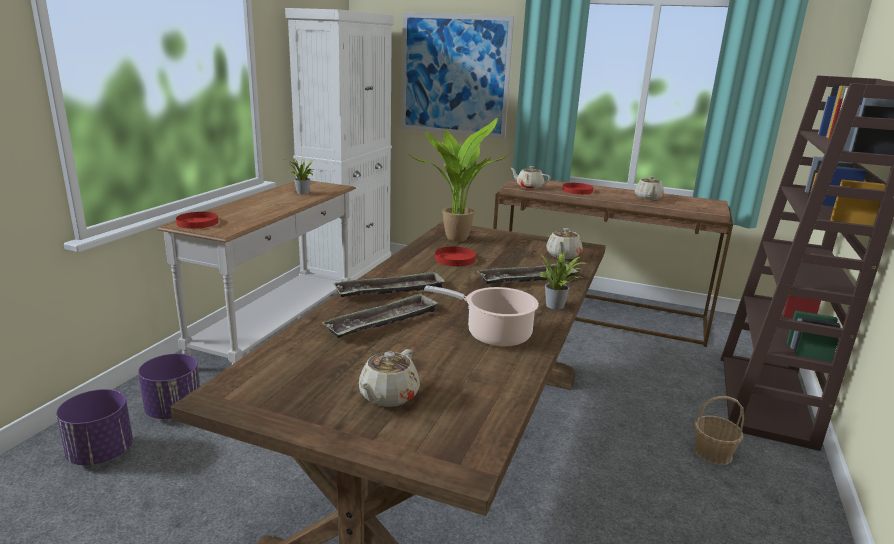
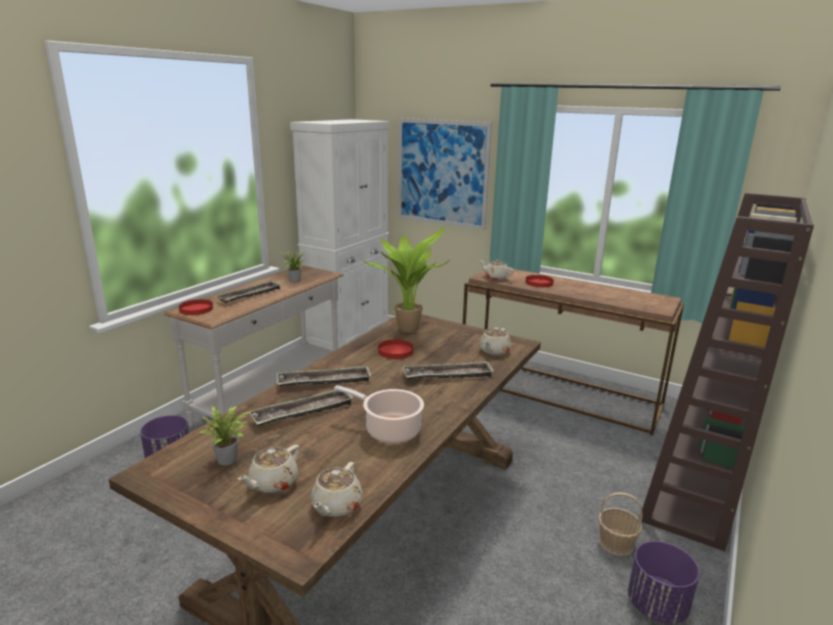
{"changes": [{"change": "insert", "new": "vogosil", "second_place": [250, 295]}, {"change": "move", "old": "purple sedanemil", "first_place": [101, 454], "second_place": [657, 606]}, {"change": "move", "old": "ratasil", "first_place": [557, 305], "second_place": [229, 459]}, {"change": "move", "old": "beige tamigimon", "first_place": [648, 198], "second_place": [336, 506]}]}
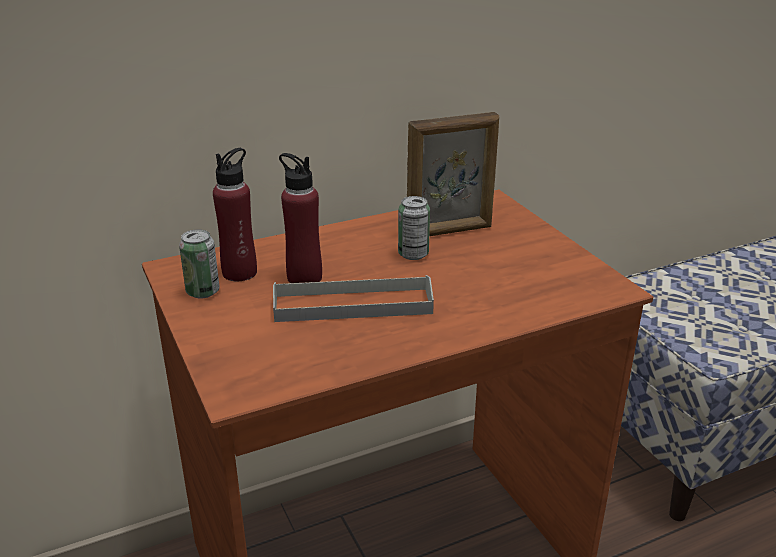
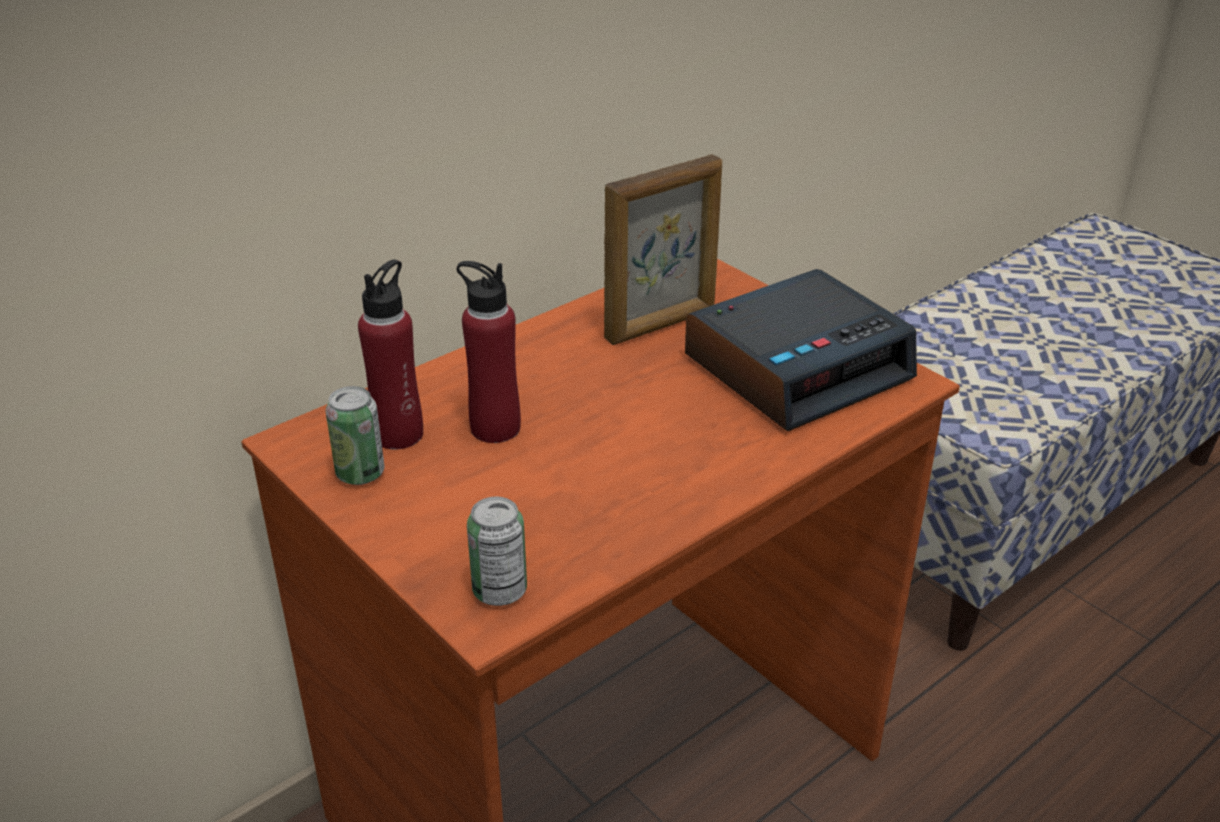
{"changes": [{"change": "delete", "old": "grey vogosil", "first_place": [353, 304]}, {"change": "insert", "new": "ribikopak", "second_place": [798, 367]}, {"change": "move", "old": "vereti", "first_place": [413, 254], "second_place": [499, 591]}]}
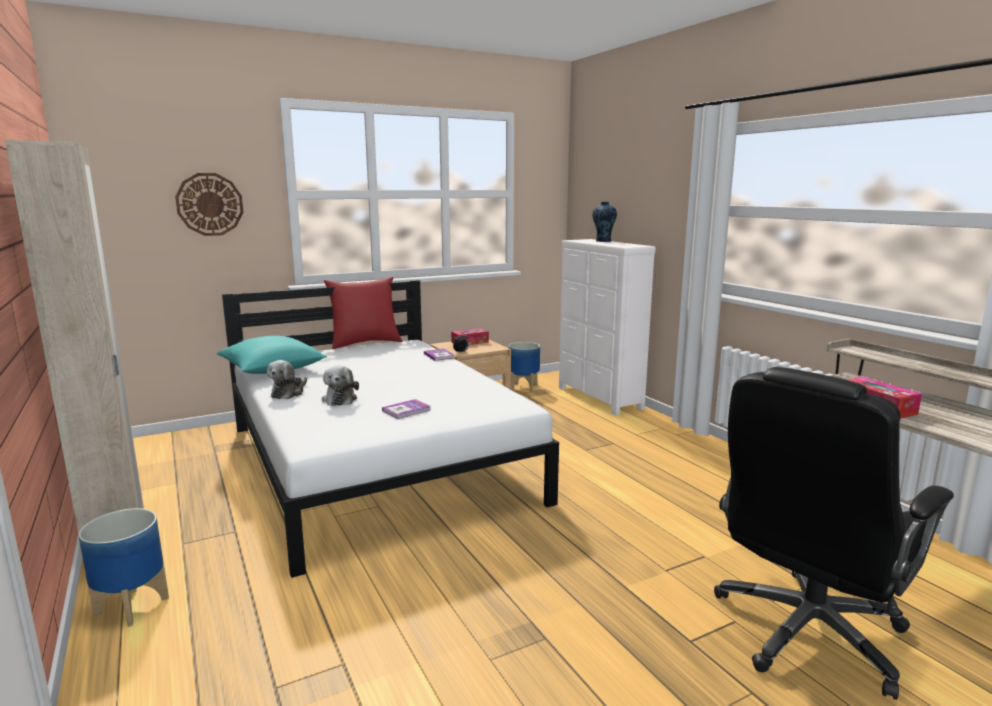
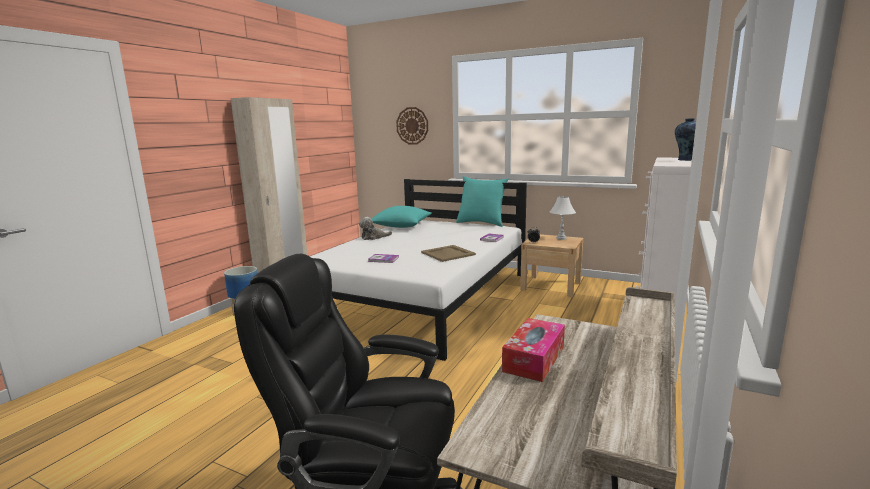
{"changes": [{"change": "delete", "old": "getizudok", "first_place": [340, 399]}, {"change": "delete", "old": "sedanemil", "first_place": [523, 387]}, {"change": "insert", "new": "beige vogosil", "second_place": [448, 253]}, {"change": "replace", "old": "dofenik", "new": "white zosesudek", "first_place": [470, 342], "second_place": [561, 238]}, {"change": "recolor", "old": "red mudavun", "new": "turquoise mudavun", "first_place": [365, 343], "second_place": [481, 223]}]}
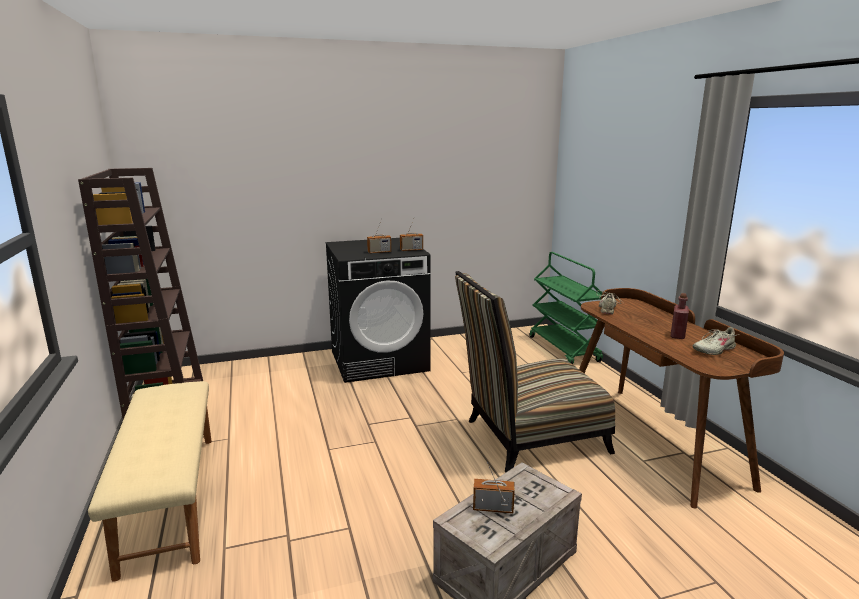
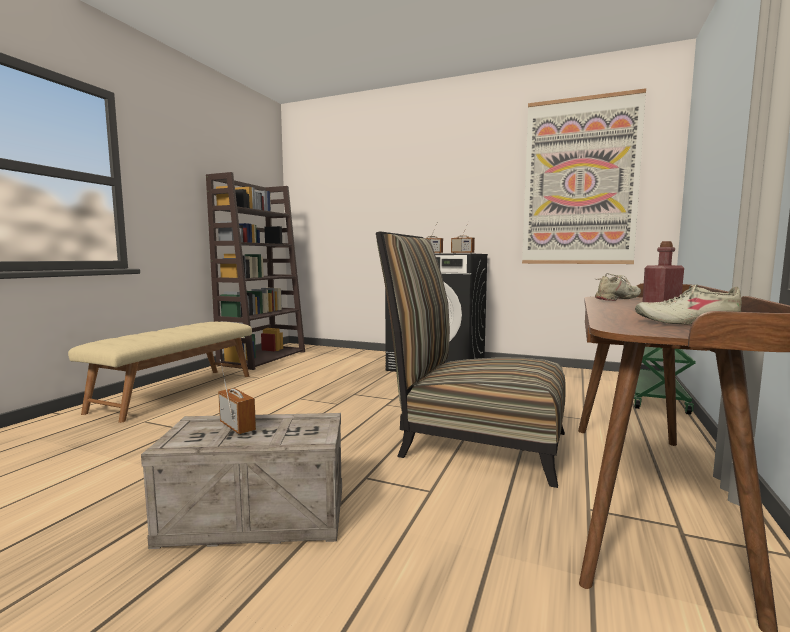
{"changes": [{"change": "insert", "new": "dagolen", "second_place": [579, 182]}]}
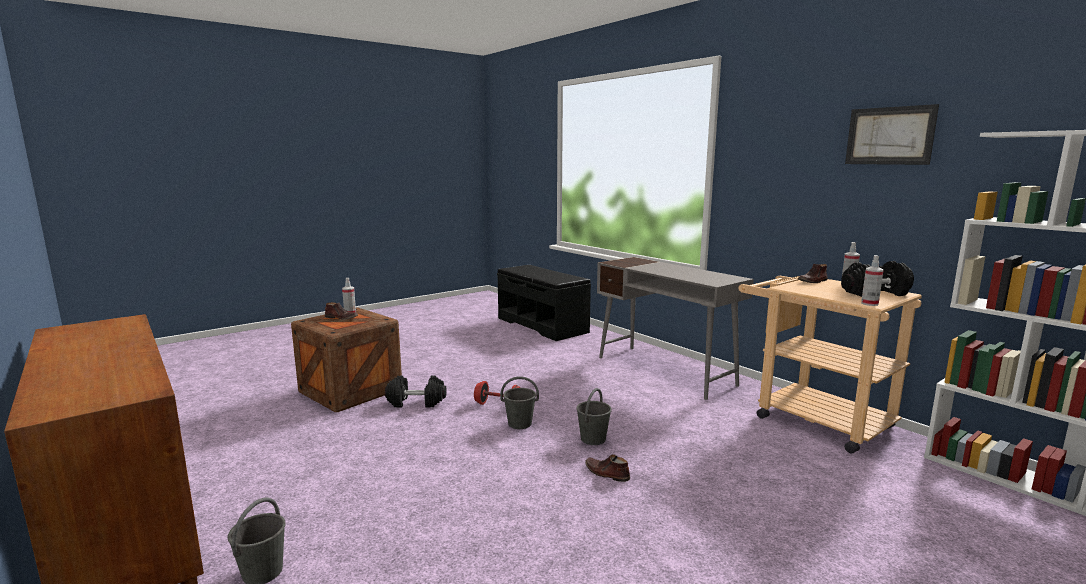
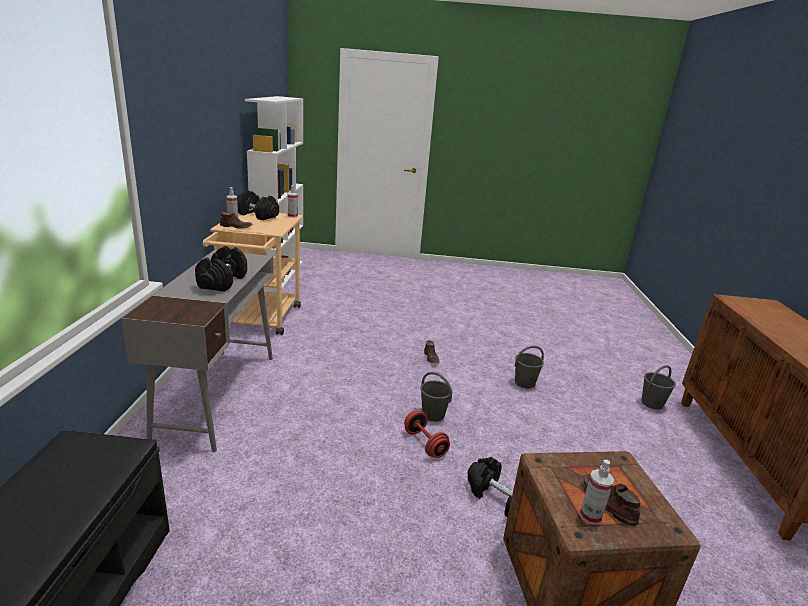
{"changes": [{"change": "delete", "old": "dagolen", "first_place": [889, 136]}, {"change": "insert", "new": "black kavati", "second_place": [222, 281]}, {"change": "move", "old": "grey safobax", "first_place": [593, 439], "second_place": [525, 383]}]}
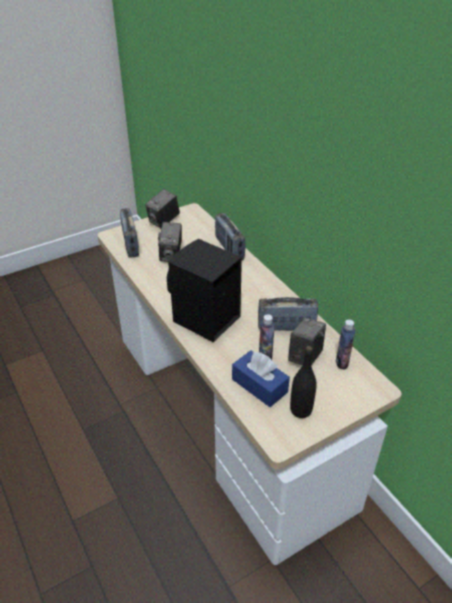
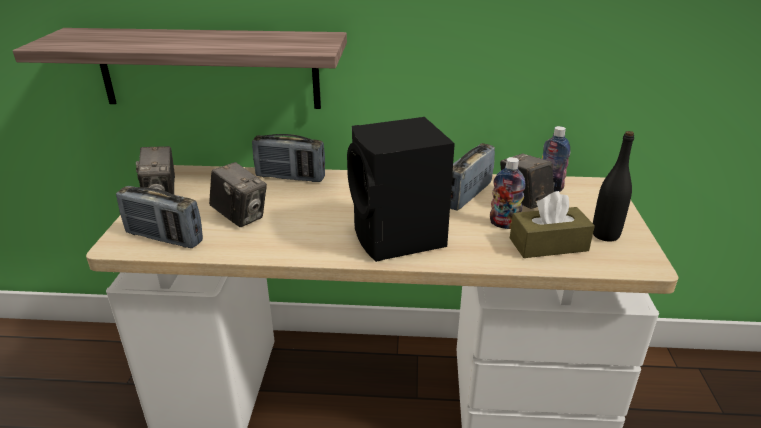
{"changes": [{"change": "insert", "new": "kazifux", "second_place": [209, 68]}, {"change": "recolor", "old": "blue dofenik", "new": "brown dofenik", "first_place": [259, 385], "second_place": [548, 244]}]}
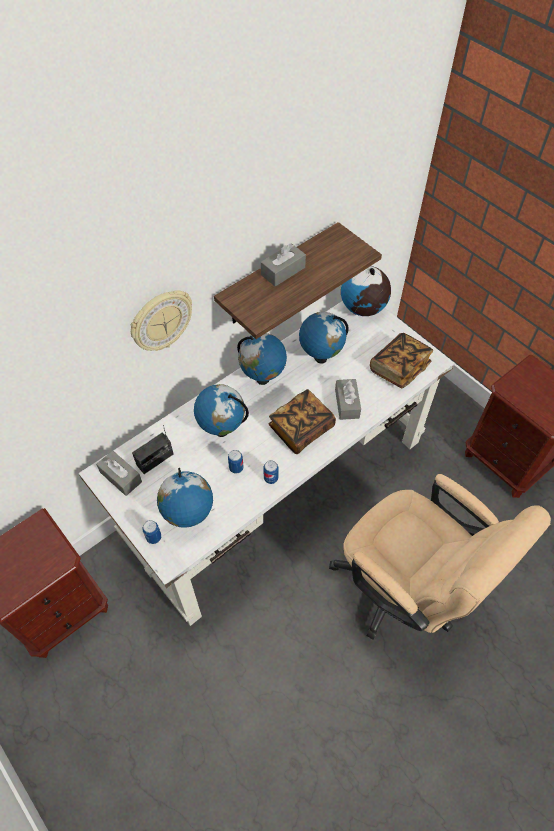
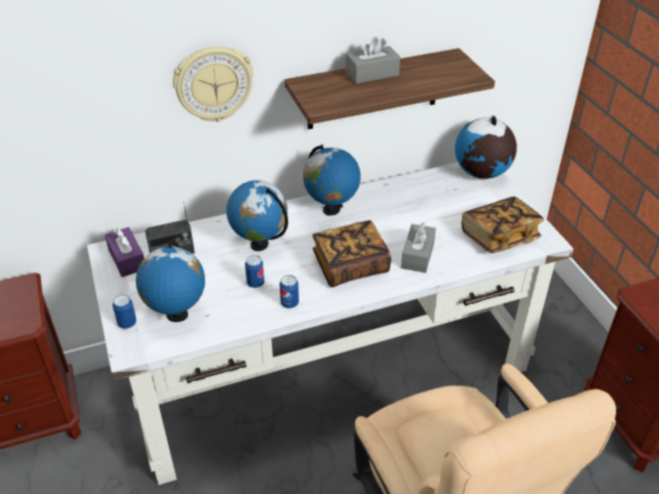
{"changes": [{"change": "delete", "old": "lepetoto", "first_place": [320, 357]}, {"change": "recolor", "old": "grey dofenik", "new": "purple dofenik", "first_place": [121, 477], "second_place": [127, 259]}]}
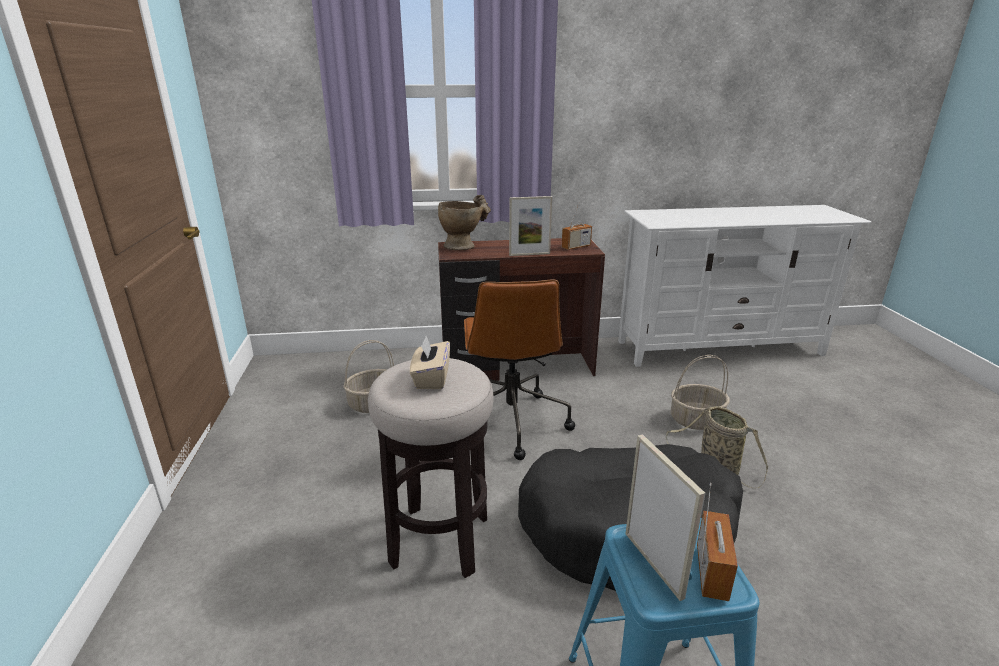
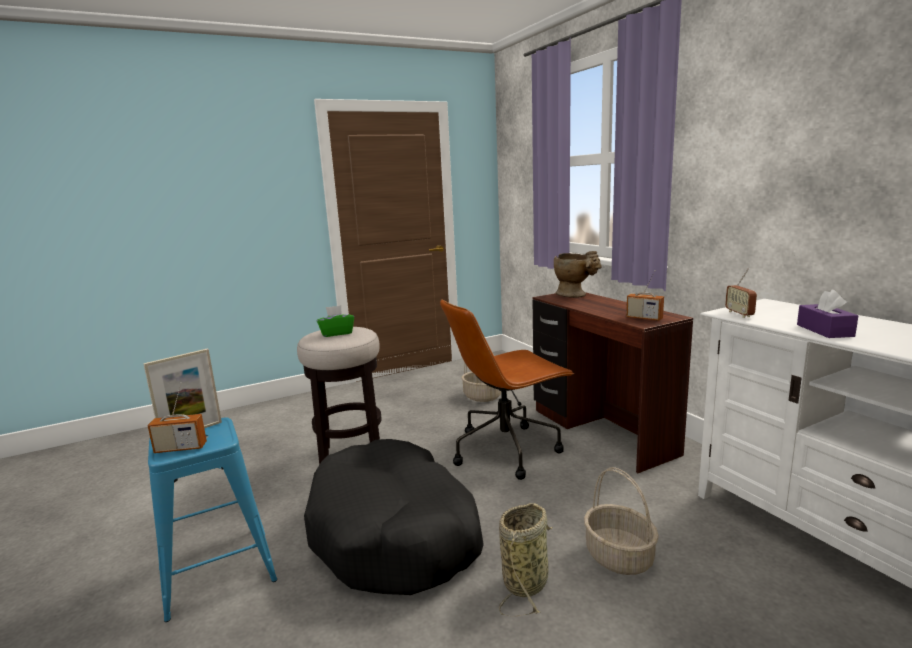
{"changes": [{"change": "delete", "old": "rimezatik", "first_place": [529, 254]}, {"change": "insert", "new": "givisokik", "second_place": [739, 314]}, {"change": "insert", "new": "purple dofenik", "second_place": [824, 330]}, {"change": "recolor", "old": "beige dofenik", "new": "green dofenik", "first_place": [431, 378], "second_place": [336, 333]}]}
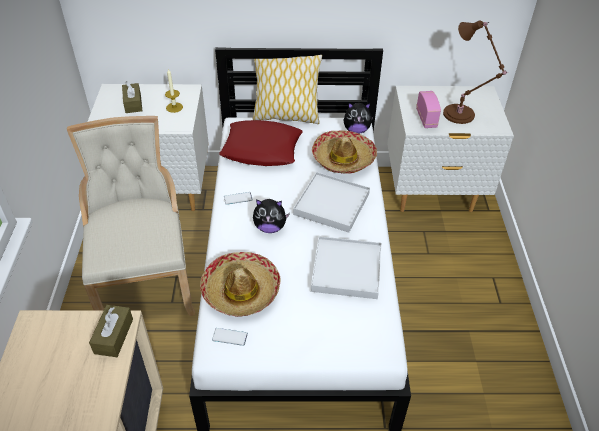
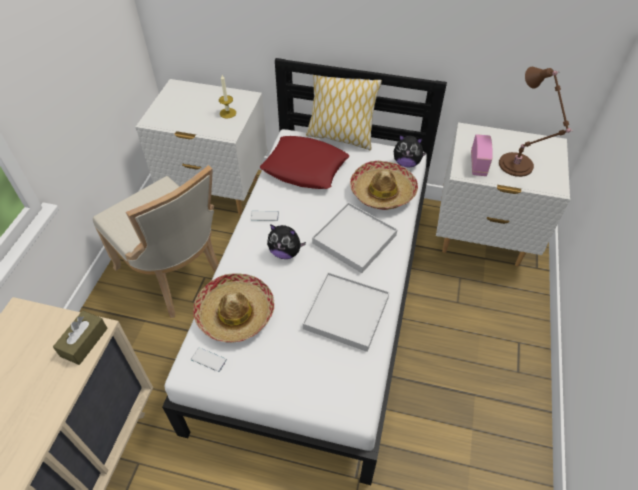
{"changes": [{"change": "delete", "old": "brown dofenik", "first_place": [133, 103]}, {"change": "rotate", "old": "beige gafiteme", "first_place": [145, 280], "second_place": [176, 274], "degrees": 135}]}
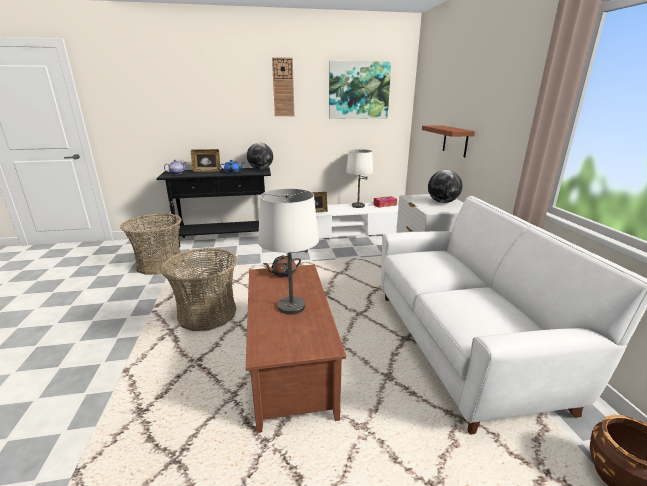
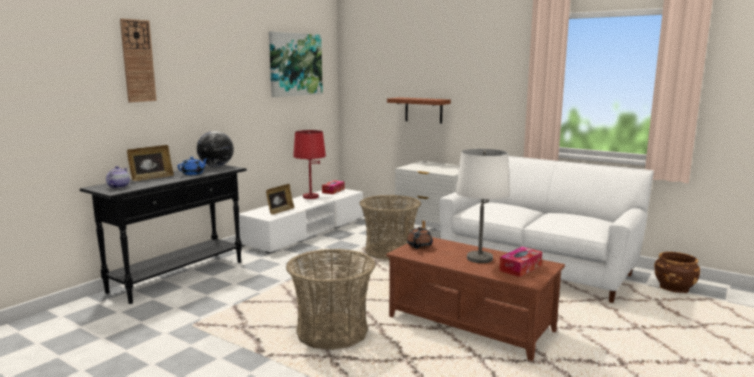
{"changes": [{"change": "delete", "old": "lepetoto", "first_place": [442, 202]}, {"change": "insert", "new": "dofenik", "second_place": [520, 268]}, {"change": "move", "old": "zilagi", "first_place": [160, 264], "second_place": [389, 251]}, {"change": "move", "old": "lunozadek", "first_place": [283, 87], "second_place": [138, 61]}, {"change": "recolor", "old": "white zosesudek", "new": "red zosesudek", "first_place": [358, 206], "second_place": [310, 197]}]}
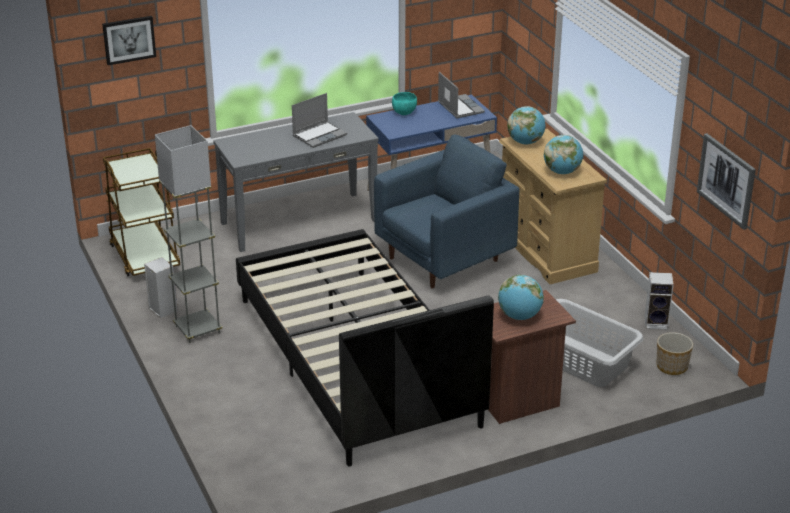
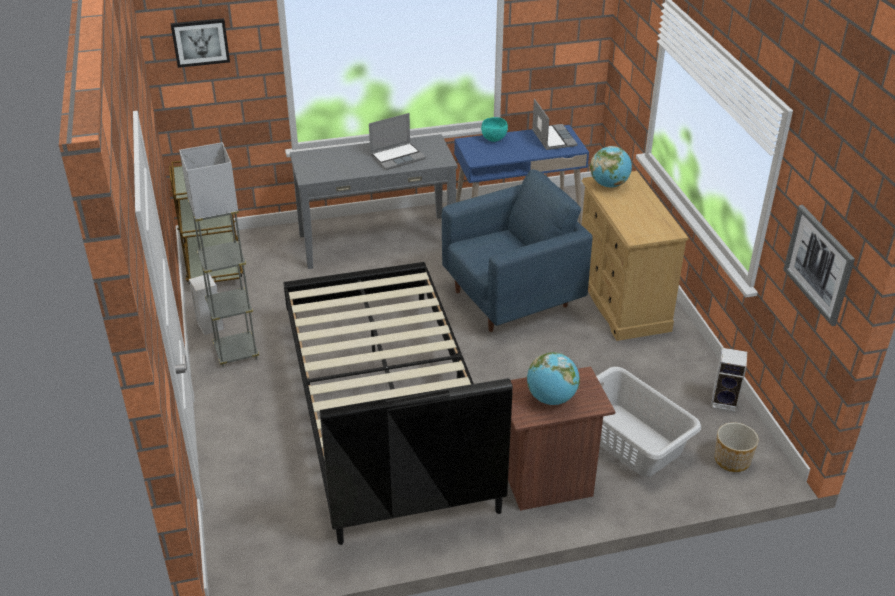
{"changes": [{"change": "delete", "old": "lepetoto", "first_place": [562, 172]}]}
